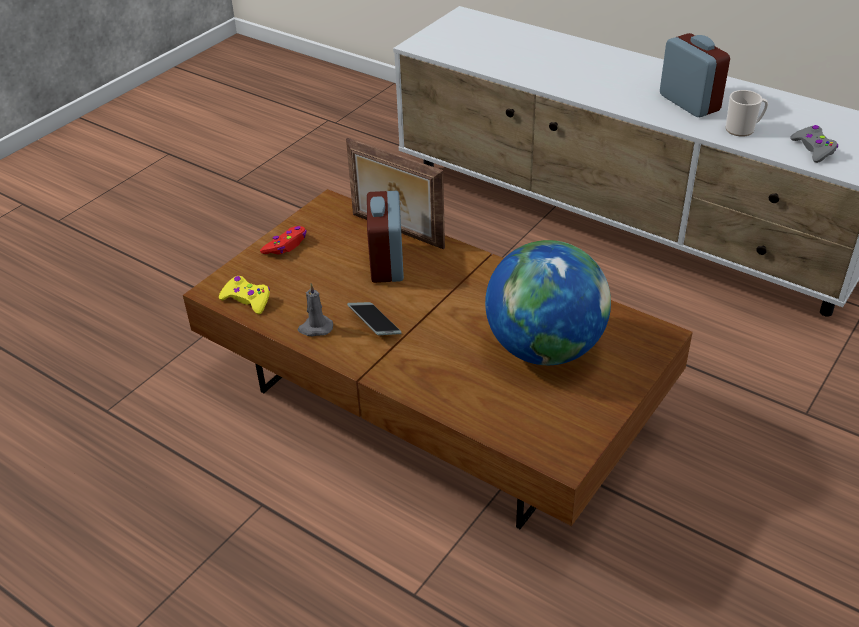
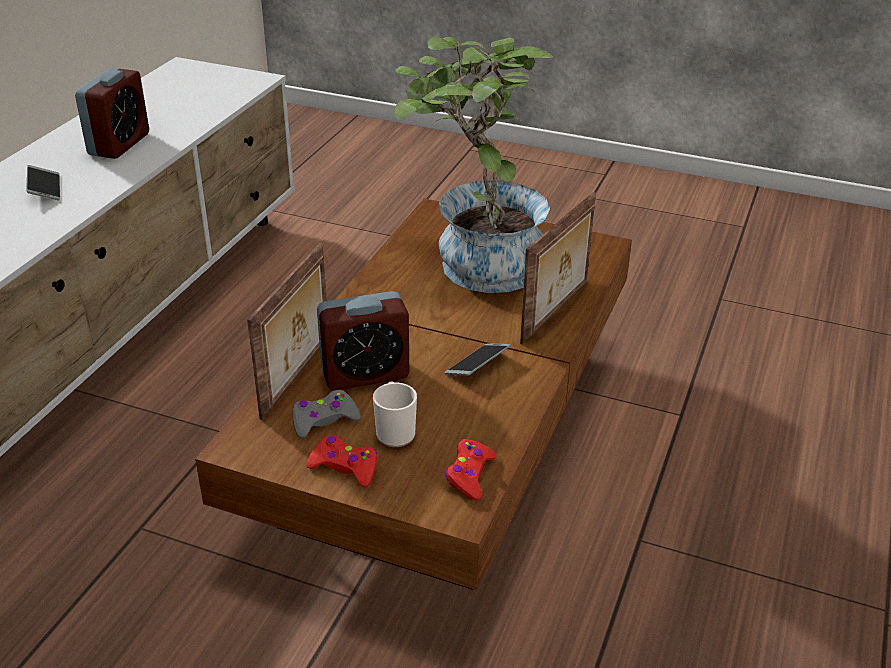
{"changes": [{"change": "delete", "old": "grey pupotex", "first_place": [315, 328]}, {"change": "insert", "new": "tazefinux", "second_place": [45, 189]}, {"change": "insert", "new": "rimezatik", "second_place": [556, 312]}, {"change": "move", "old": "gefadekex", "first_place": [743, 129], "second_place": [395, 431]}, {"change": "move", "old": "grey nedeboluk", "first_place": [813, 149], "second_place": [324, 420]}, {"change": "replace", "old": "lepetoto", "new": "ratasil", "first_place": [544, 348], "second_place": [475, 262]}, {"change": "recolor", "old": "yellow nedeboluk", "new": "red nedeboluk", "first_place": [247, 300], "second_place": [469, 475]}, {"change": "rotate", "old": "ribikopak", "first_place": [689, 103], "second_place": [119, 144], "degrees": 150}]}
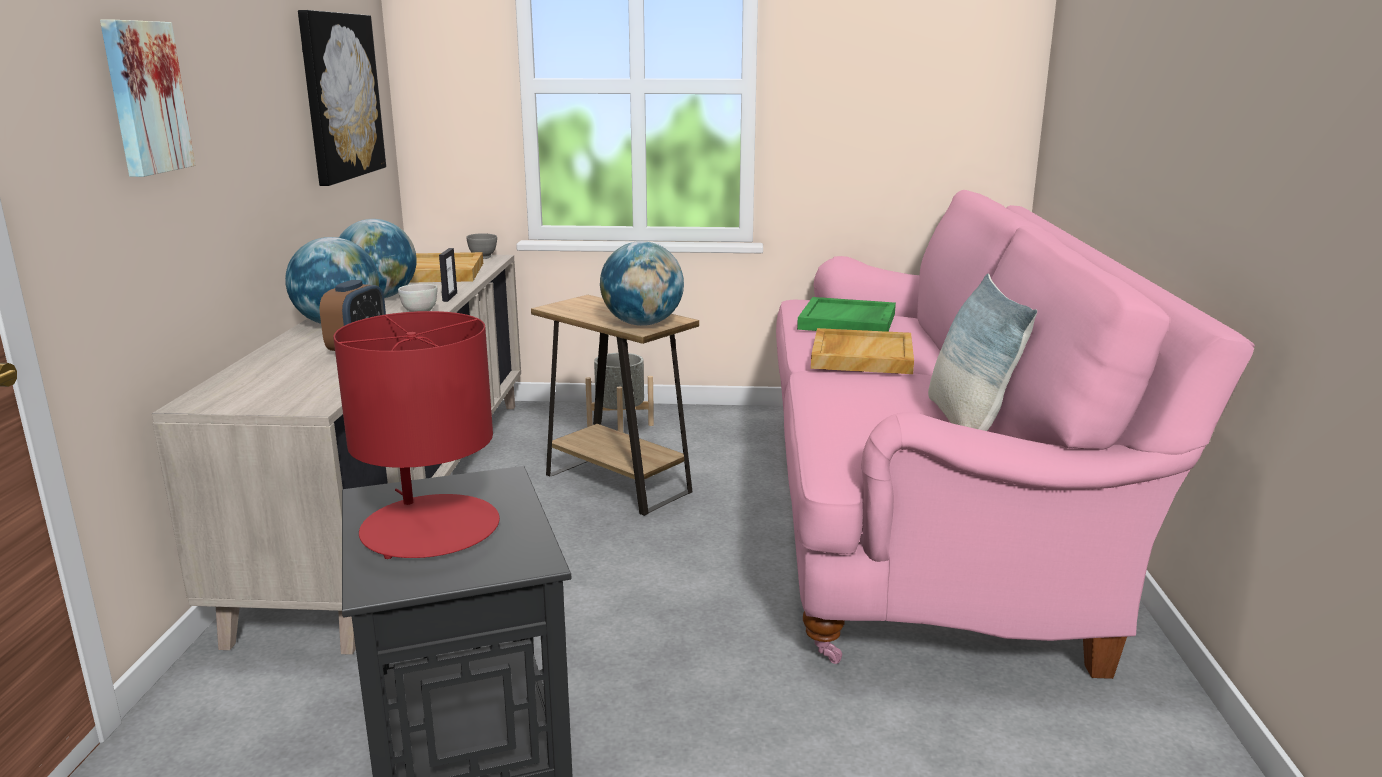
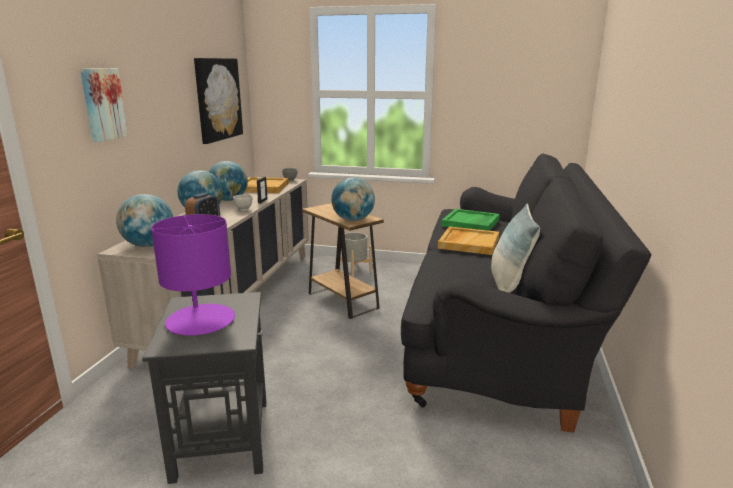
{"changes": [{"change": "insert", "new": "lepetoto", "second_place": [148, 245]}, {"change": "recolor", "old": "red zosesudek", "new": "purple zosesudek", "first_place": [430, 528], "second_place": [200, 320]}, {"change": "recolor", "old": "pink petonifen", "new": "black petonifen", "first_place": [924, 513], "second_place": [500, 330]}]}
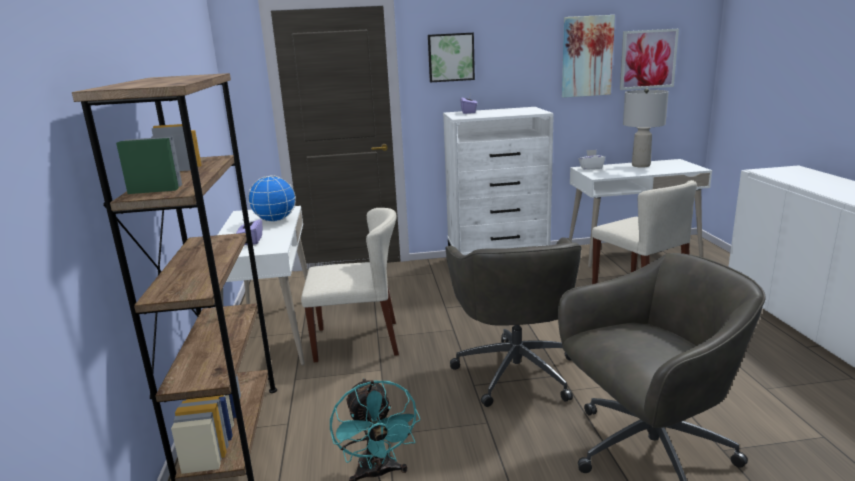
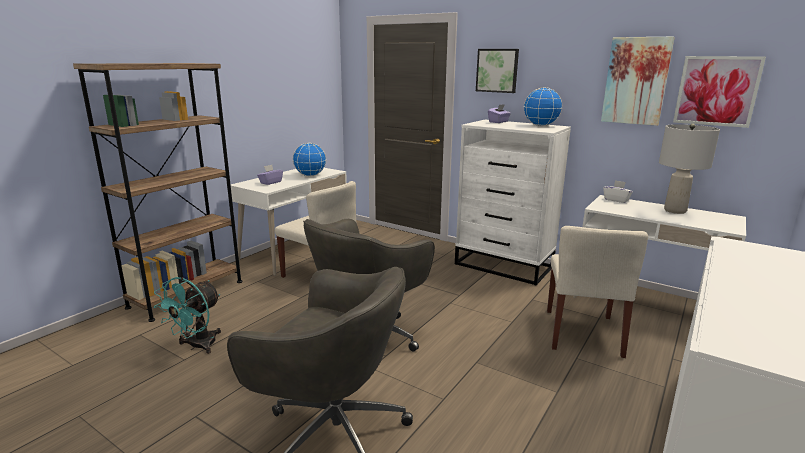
{"changes": [{"change": "insert", "new": "lepetoto", "second_place": [540, 125]}]}
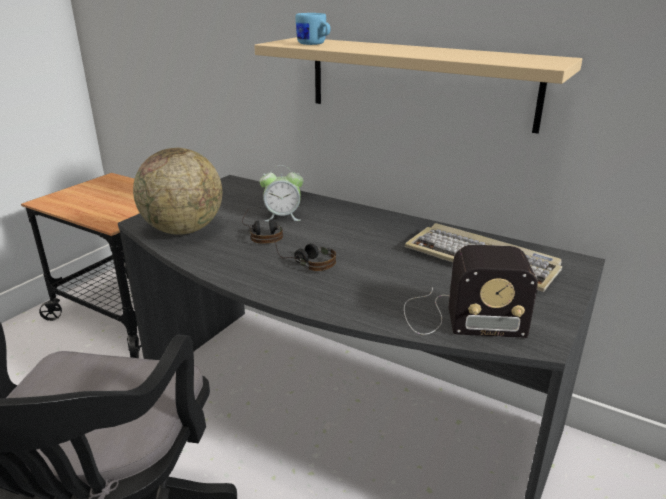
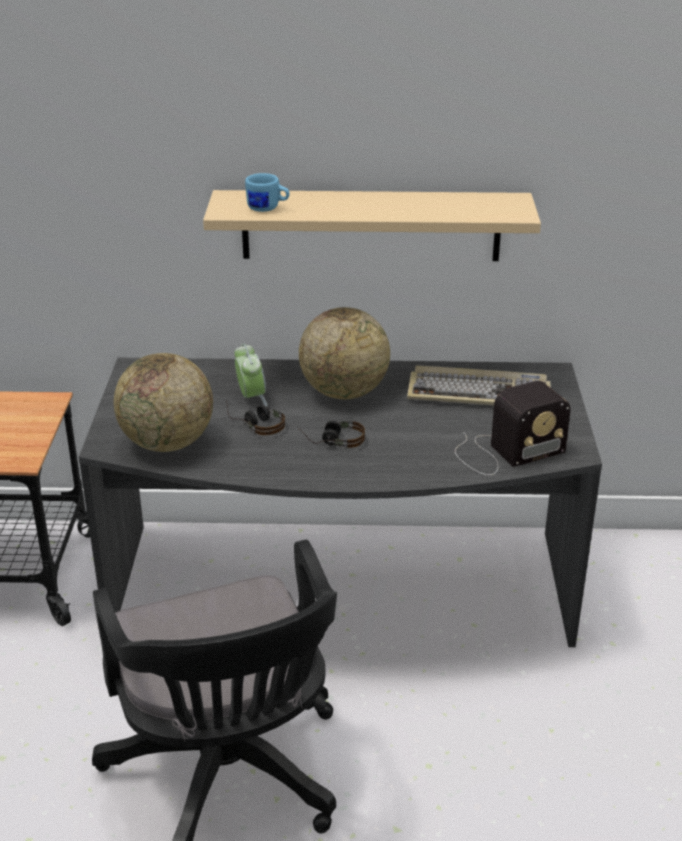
{"changes": [{"change": "insert", "new": "lepetoto", "second_place": [344, 392]}, {"change": "rotate", "old": "ribikopak", "first_place": [283, 217], "second_place": [251, 398], "degrees": -75}]}
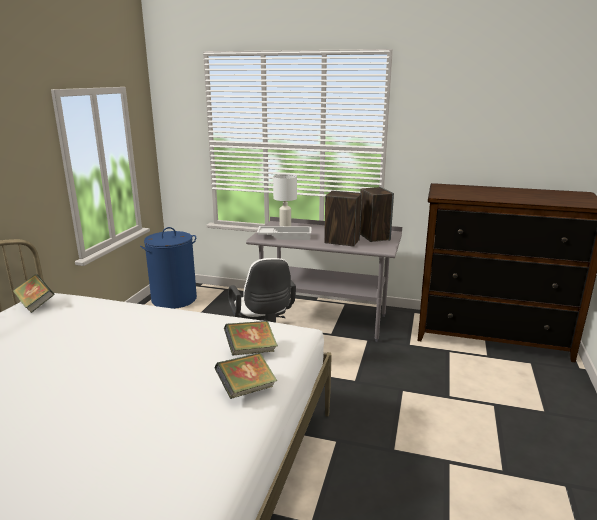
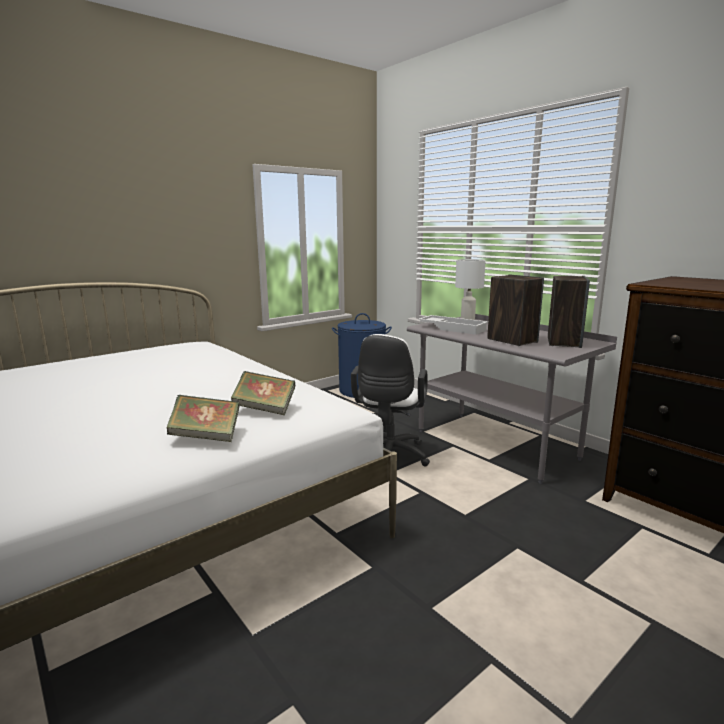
{"changes": [{"change": "delete", "old": "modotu", "first_place": [35, 304]}]}
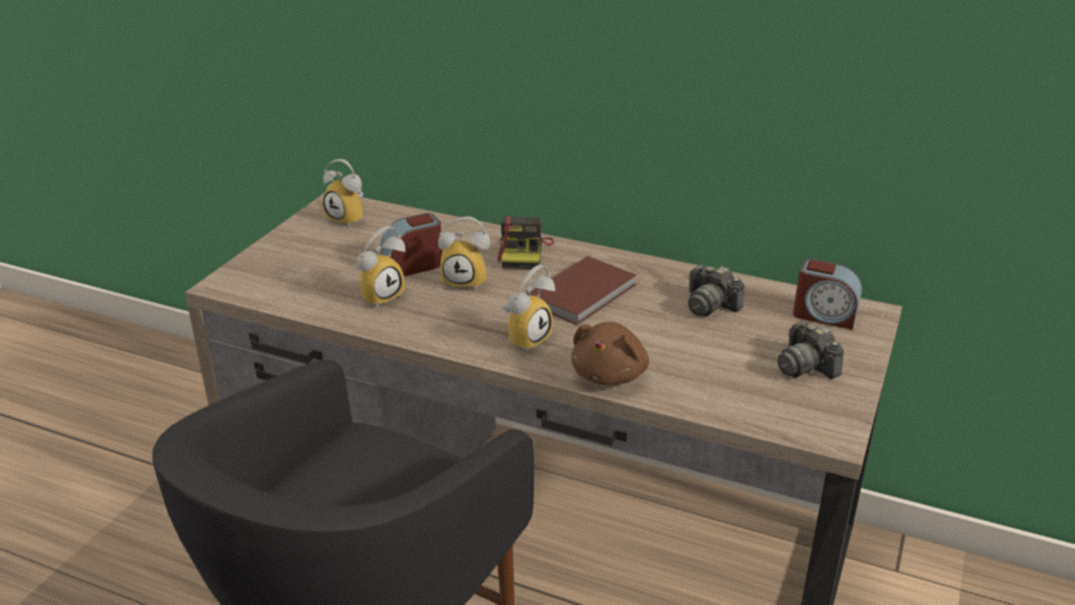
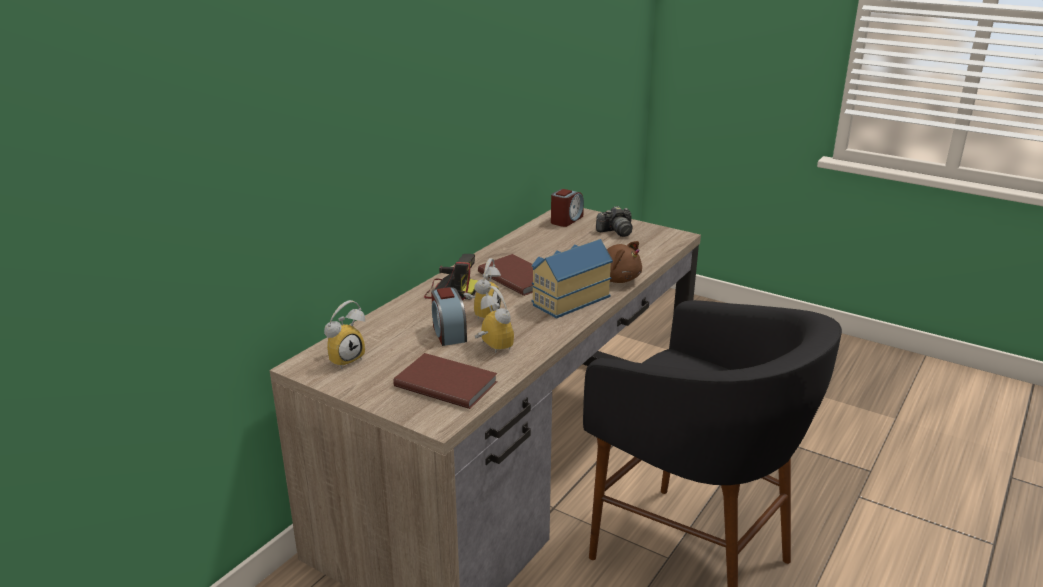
{"changes": [{"change": "delete", "old": "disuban", "first_place": [710, 305]}, {"change": "insert", "new": "brown modotu", "second_place": [446, 383]}, {"change": "replace", "old": "ribikopak", "new": "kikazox", "first_place": [526, 338], "second_place": [568, 299]}]}
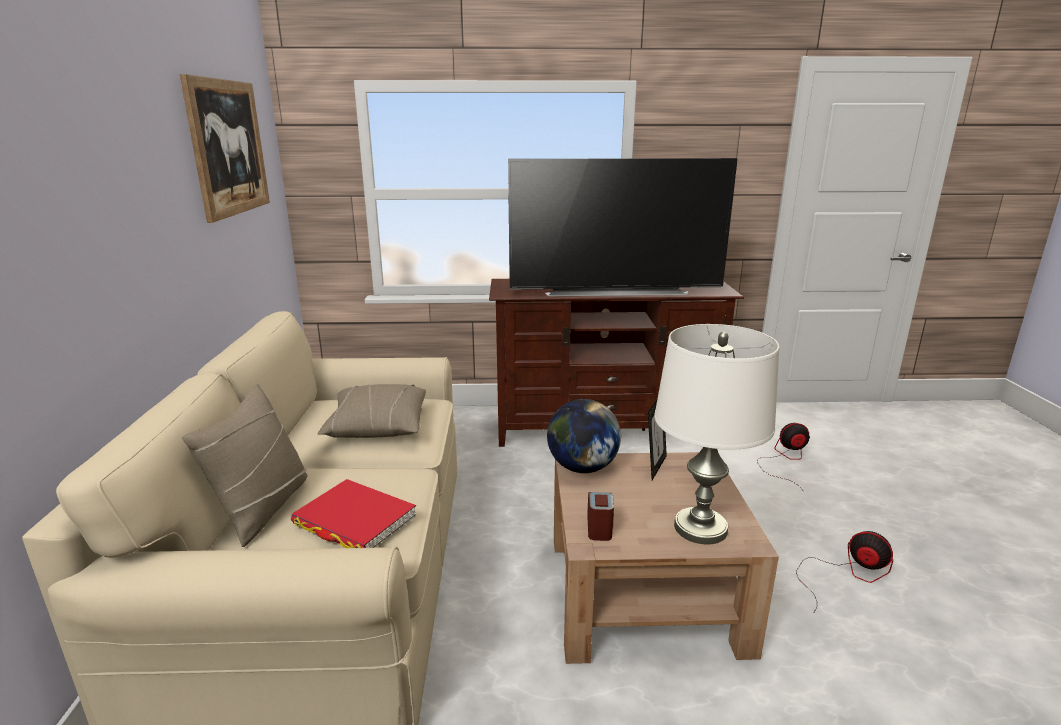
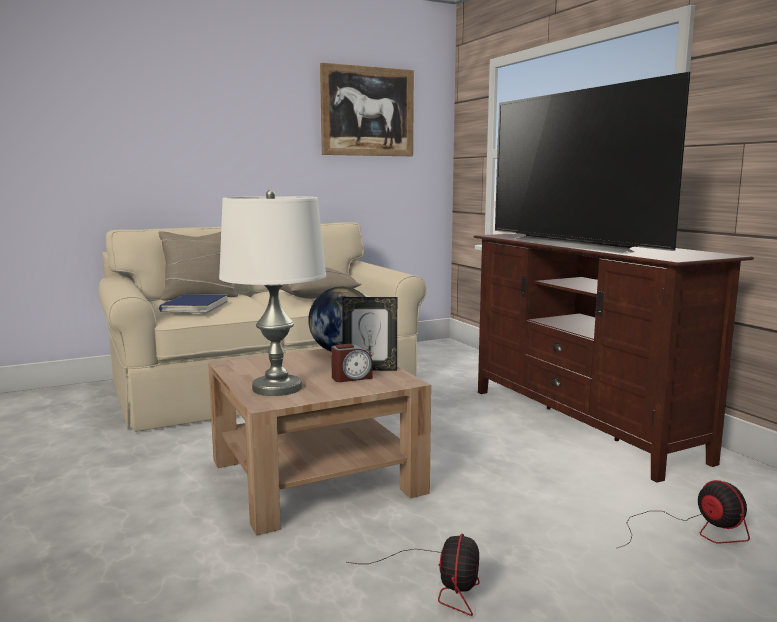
{"changes": [{"change": "move", "old": "ribikopak", "first_place": [599, 527], "second_place": [351, 378]}, {"change": "recolor", "old": "red modotu", "new": "blue modotu", "first_place": [355, 520], "second_place": [195, 307]}]}
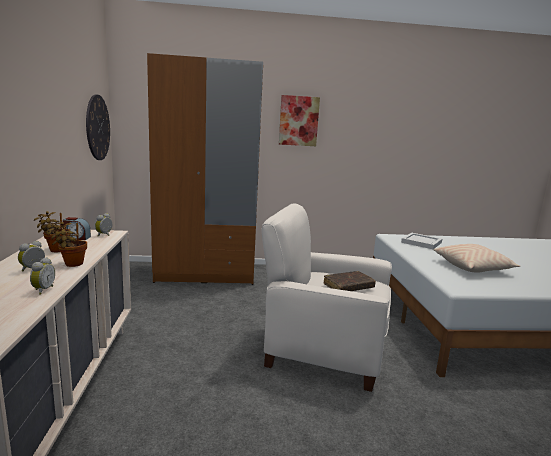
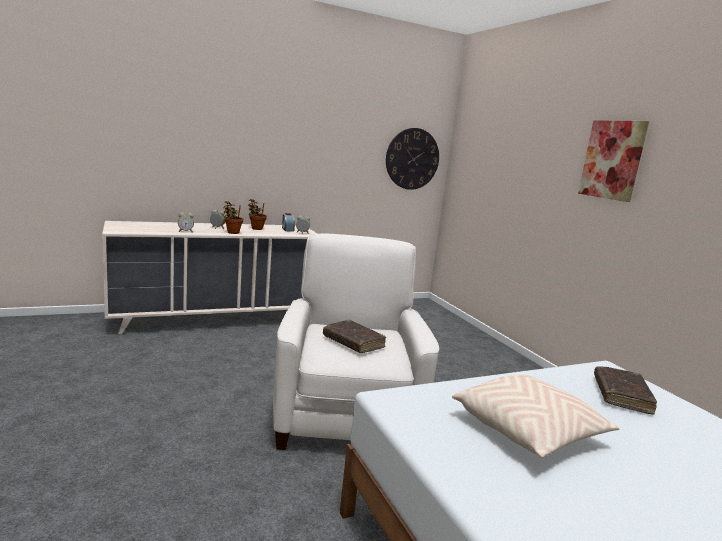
{"changes": [{"change": "delete", "old": "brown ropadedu", "first_place": [206, 273]}, {"change": "replace", "old": "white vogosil", "new": "brown modotu", "first_place": [422, 242], "second_place": [621, 395]}]}
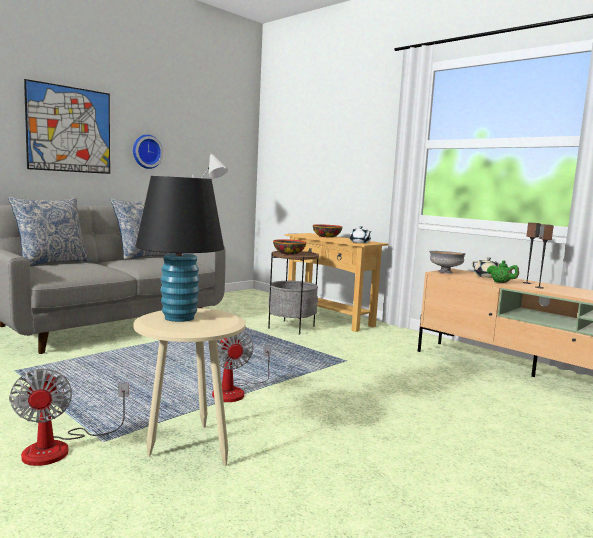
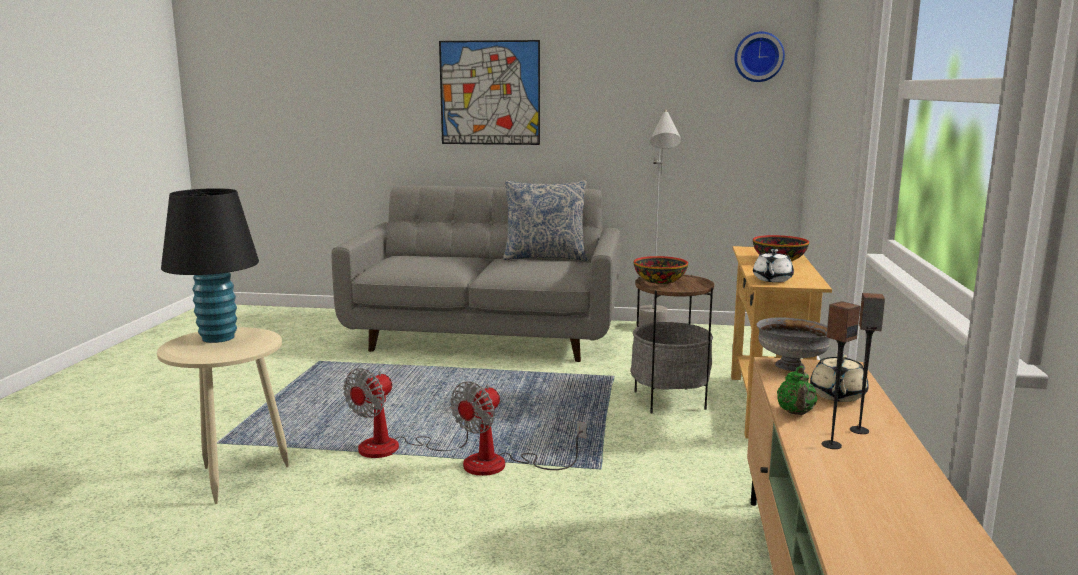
{"changes": [{"change": "delete", "old": "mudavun", "first_place": [52, 263]}, {"change": "move", "old": "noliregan", "first_place": [61, 447], "second_place": [501, 465]}, {"change": "move", "old": "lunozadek", "first_place": [146, 151], "second_place": [758, 57]}]}
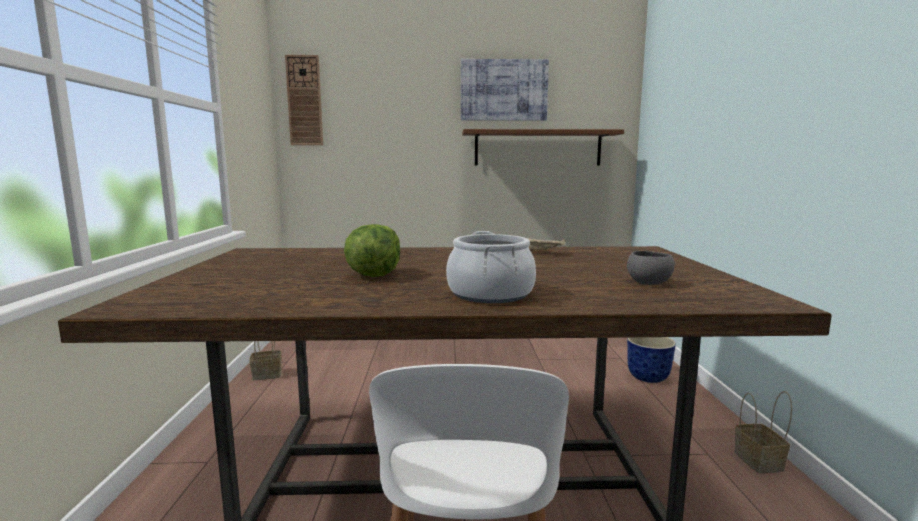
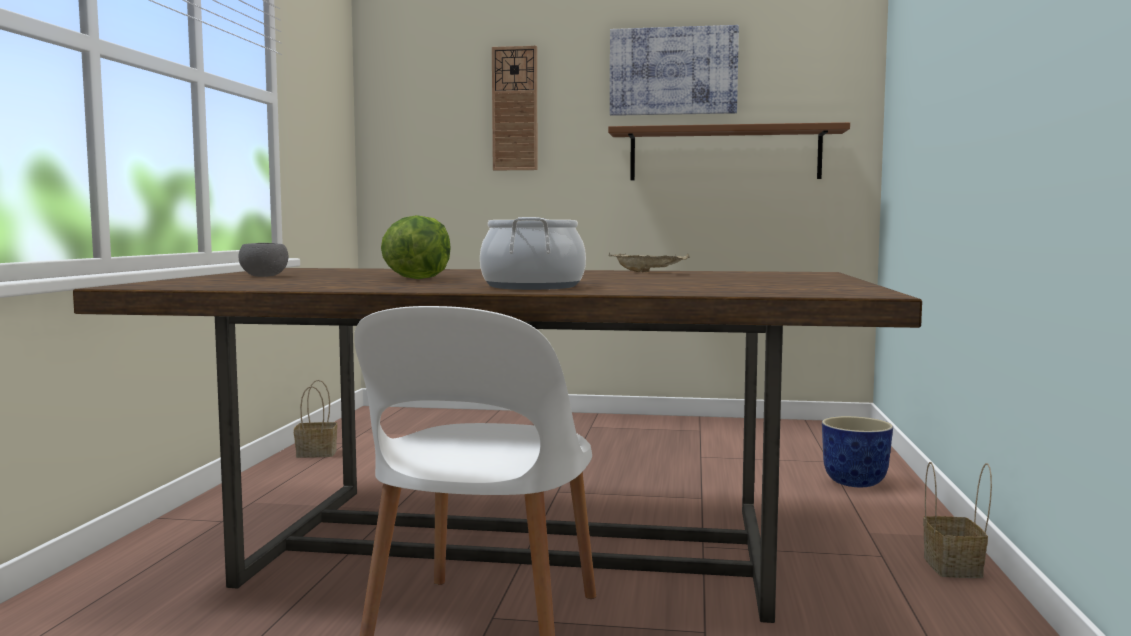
{"changes": [{"change": "move", "old": "lunozadek", "first_place": [304, 101], "second_place": [515, 109]}, {"change": "move", "old": "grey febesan", "first_place": [648, 283], "second_place": [264, 276]}]}
